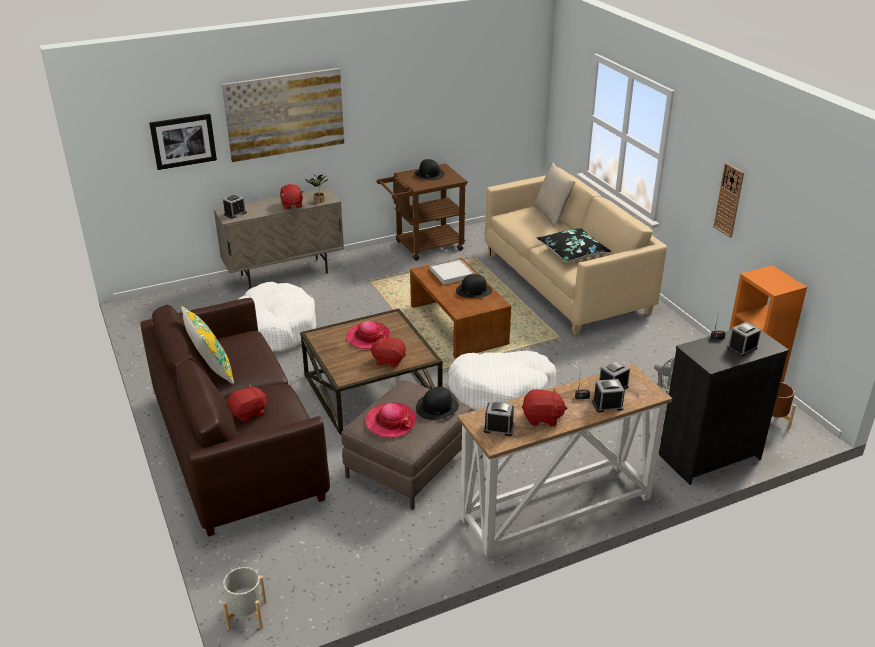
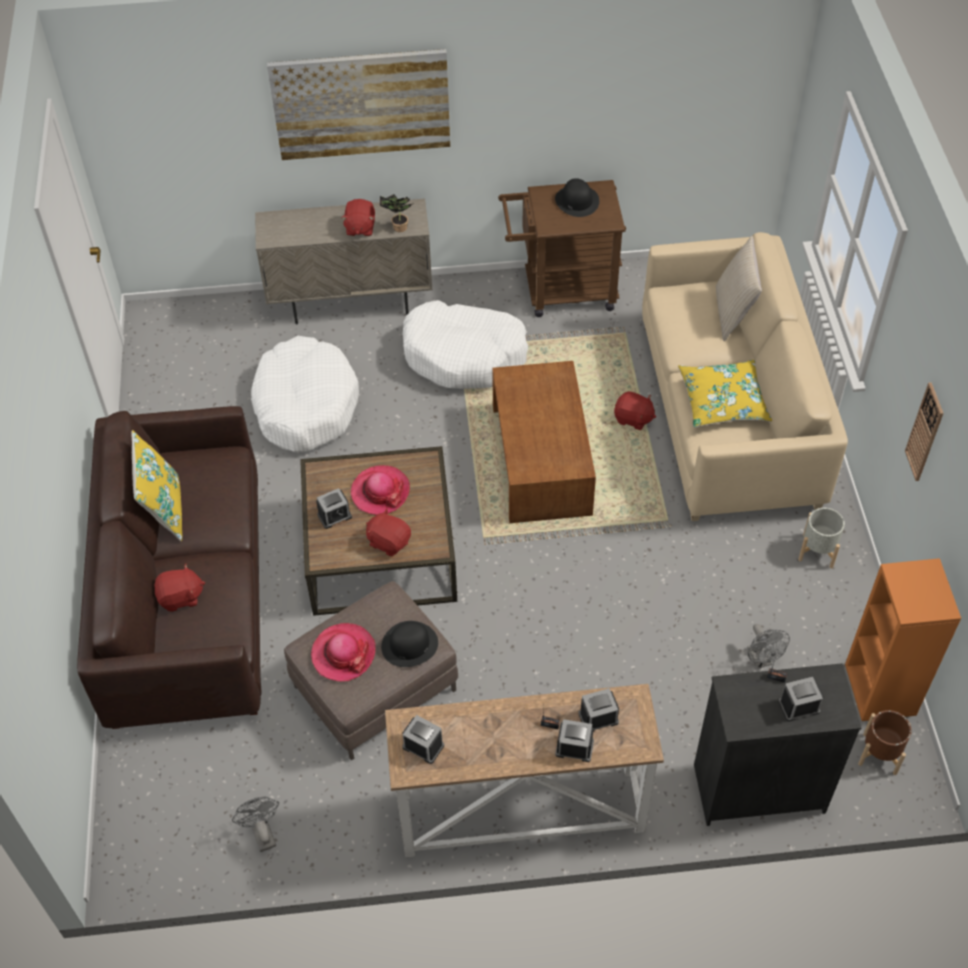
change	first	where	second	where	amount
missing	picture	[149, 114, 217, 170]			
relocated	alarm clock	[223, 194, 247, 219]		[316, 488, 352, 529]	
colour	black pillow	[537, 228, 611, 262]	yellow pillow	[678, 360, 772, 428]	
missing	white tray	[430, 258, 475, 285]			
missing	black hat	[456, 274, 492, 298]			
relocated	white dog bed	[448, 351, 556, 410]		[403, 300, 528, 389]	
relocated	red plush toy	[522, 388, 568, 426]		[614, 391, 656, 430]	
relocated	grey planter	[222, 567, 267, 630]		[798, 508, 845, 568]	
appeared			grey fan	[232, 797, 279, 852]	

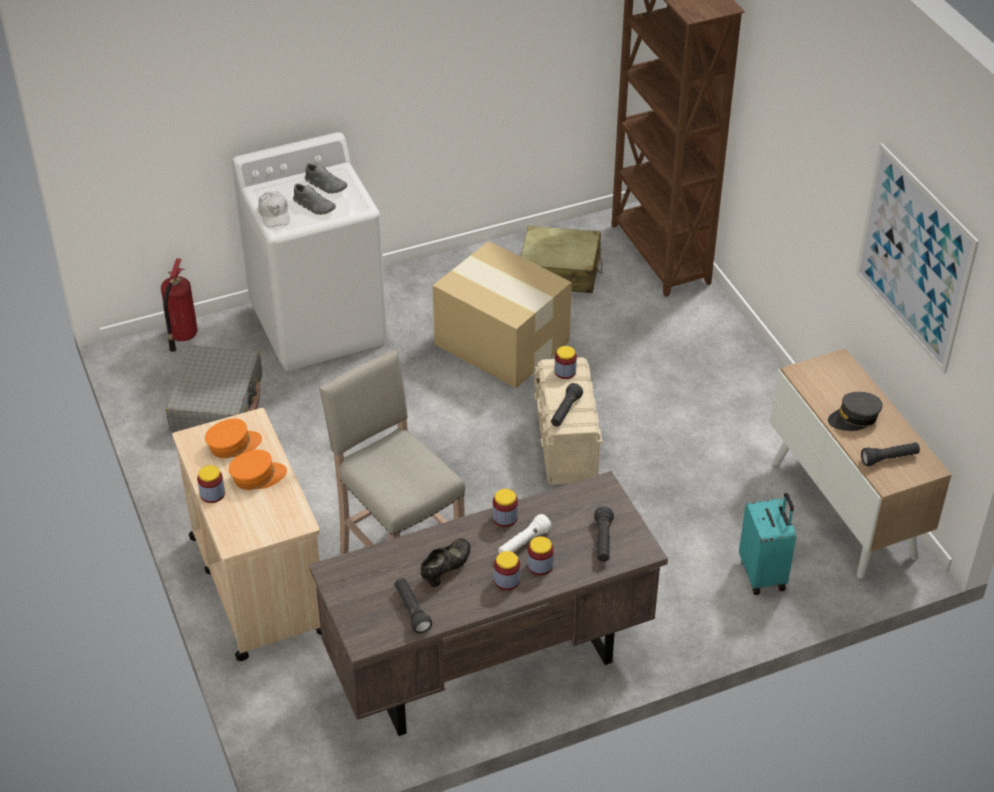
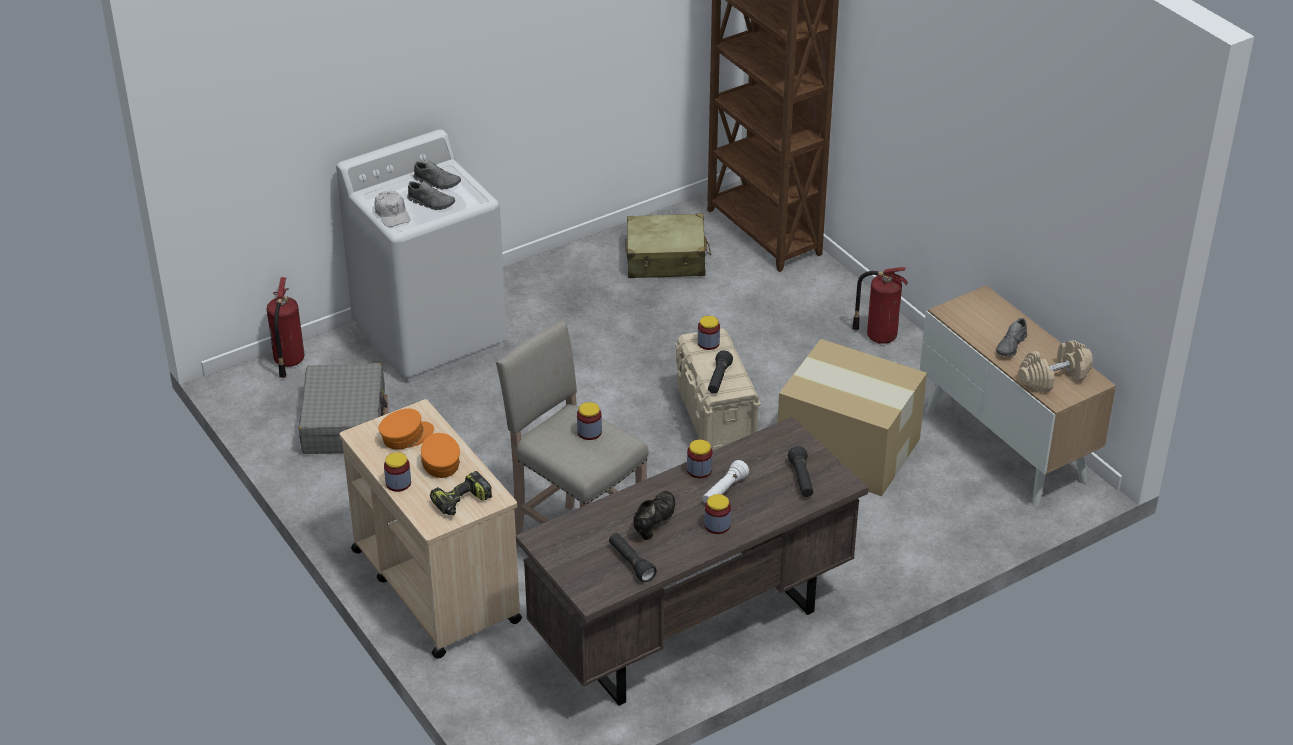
change	first	where	second	where	amount
missing	picture	[856, 143, 979, 374]			
relocated	cardboard box	[433, 241, 572, 388]		[777, 339, 927, 496]	
exchanged	grey cap	[828, 392, 882, 431]	grey shoe	[996, 318, 1027, 357]	
exchanged	black flashlight	[861, 442, 920, 466]	beige dumbbell	[1019, 340, 1093, 393]	
spun	orange cap	[229, 450, 287, 490]		[421, 433, 460, 478]	75 degrees counterclockwise
missing	turquoise suitcase	[739, 493, 796, 595]			
relocated	jar	[527, 536, 554, 575]		[577, 402, 602, 440]	
appeared			fire extinguisher	[852, 267, 908, 344]	
appeared			power drill	[430, 471, 492, 515]	

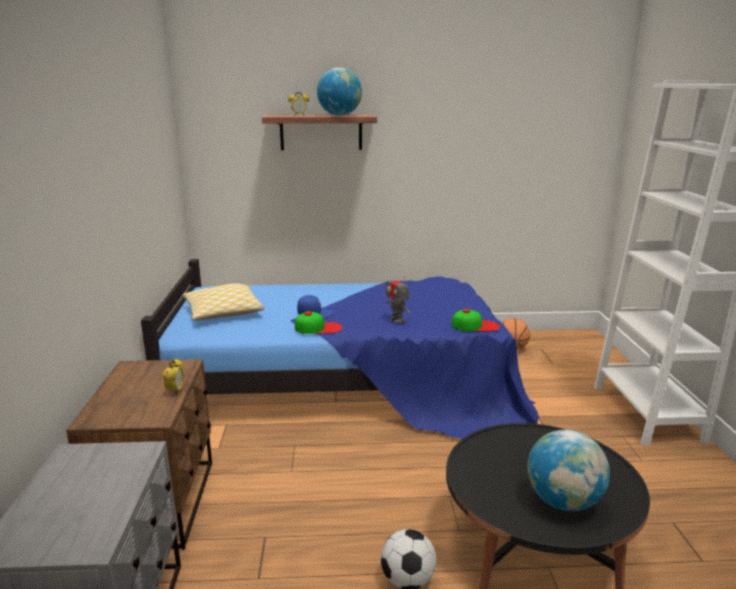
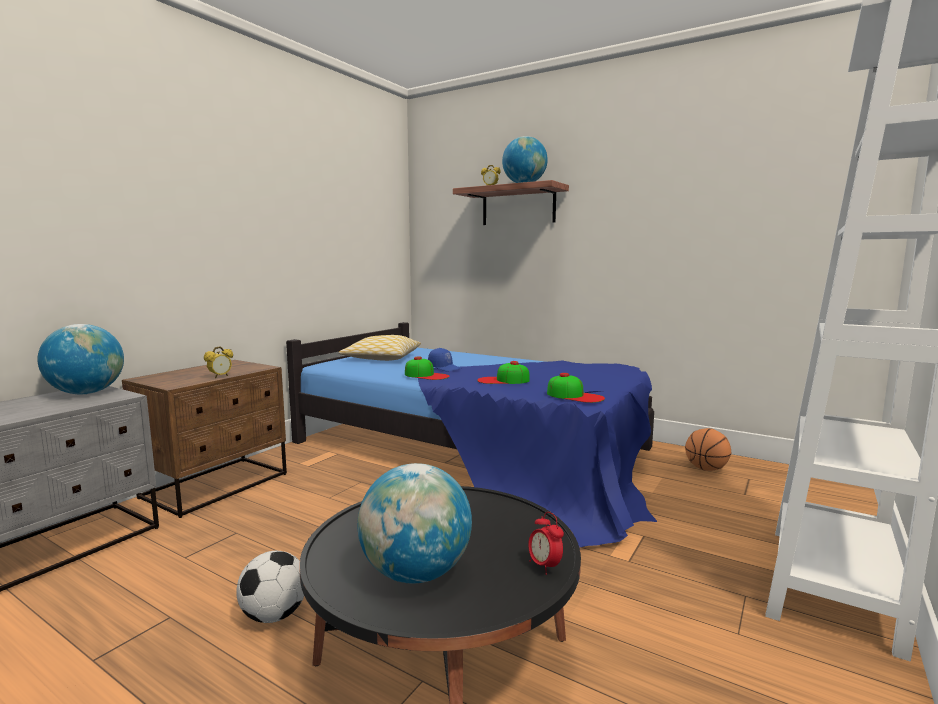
change	first	where	second	where	amount
exchanged	toy robot	[386, 270, 410, 323]	cap	[477, 361, 530, 384]	
appeared			globe	[38, 324, 124, 394]	
appeared			alarm clock	[528, 512, 564, 575]	

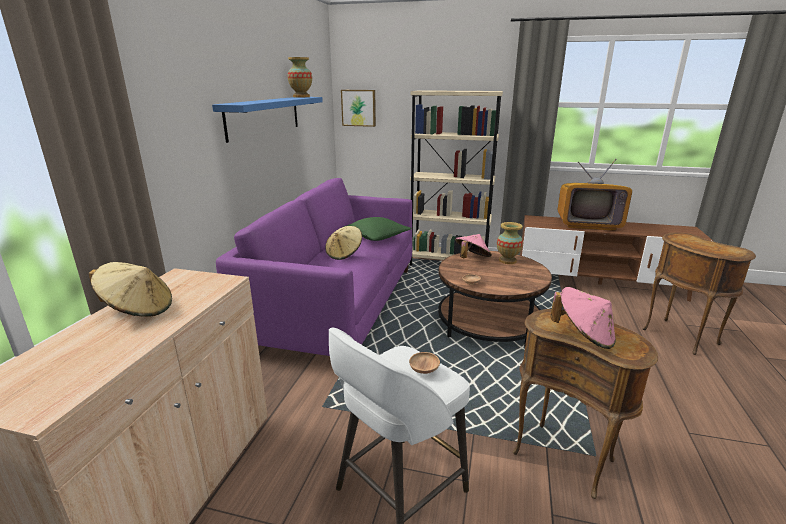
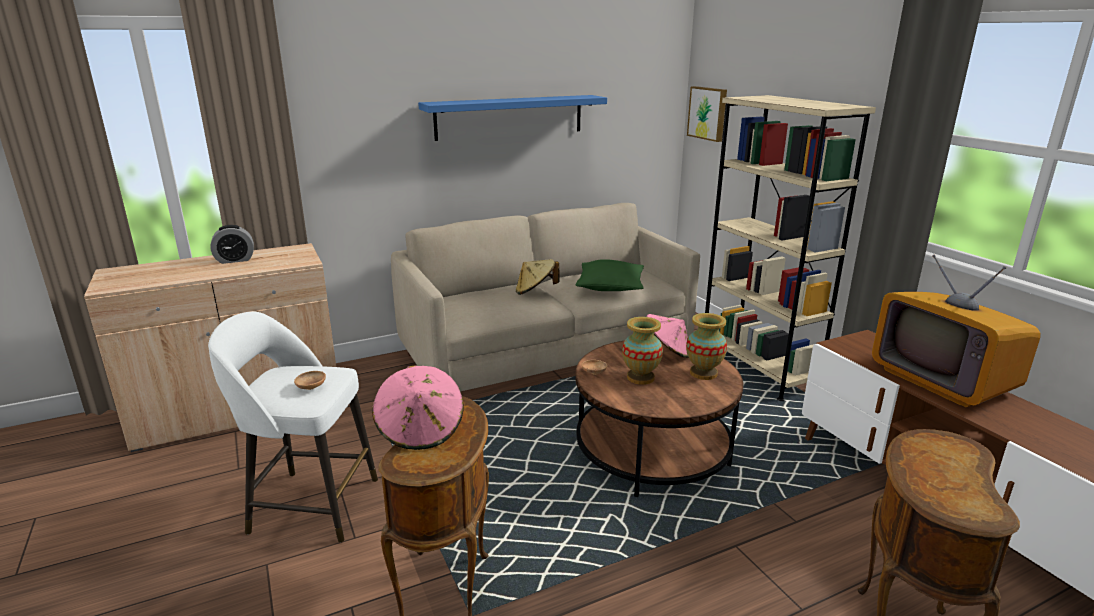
change	first	where	second	where	amount
relocated	vase	[288, 57, 312, 97]		[622, 317, 663, 385]	
colour	purple sofa	[216, 178, 412, 356]	beige sofa	[391, 203, 700, 392]	
exchanged	beige hat	[89, 262, 172, 317]	alarm clock	[210, 225, 254, 264]	

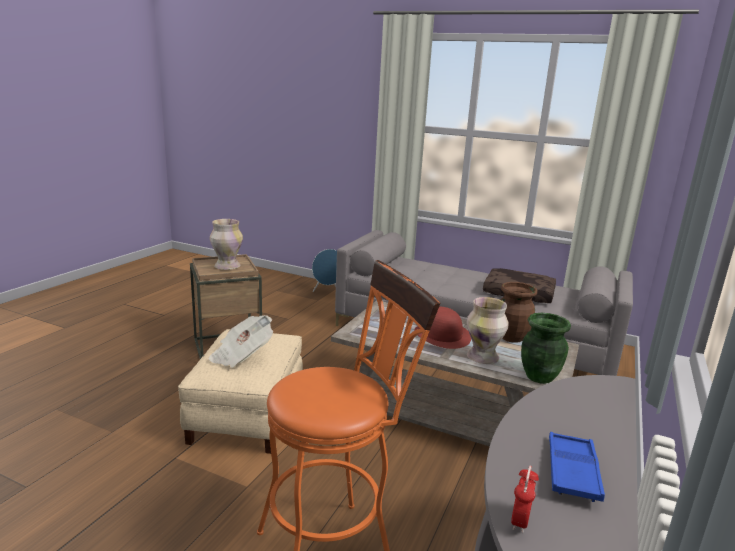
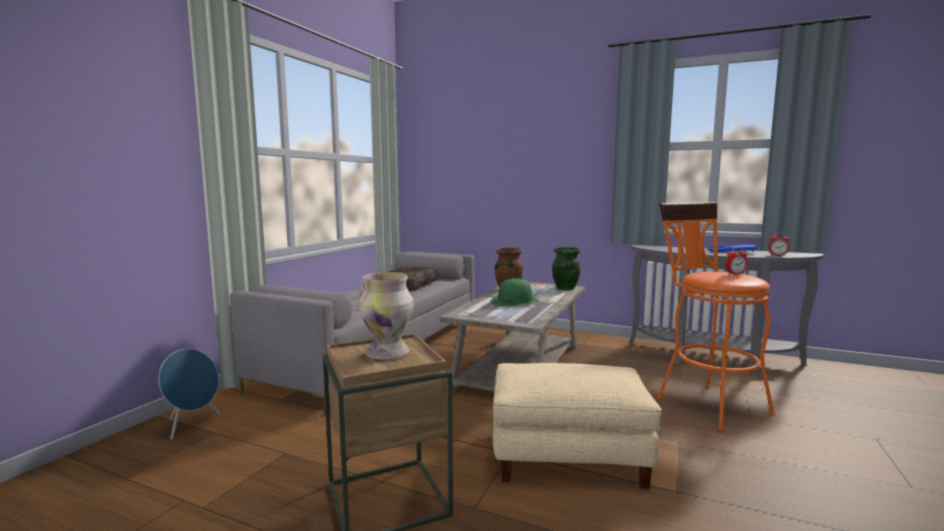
change	first	where	second	where	amount
missing	vase	[467, 297, 509, 364]			
colour	red hat	[414, 307, 471, 349]	green hat	[490, 279, 540, 306]	
missing	newspaper	[209, 315, 273, 367]			
appeared			alarm clock	[726, 247, 748, 275]	

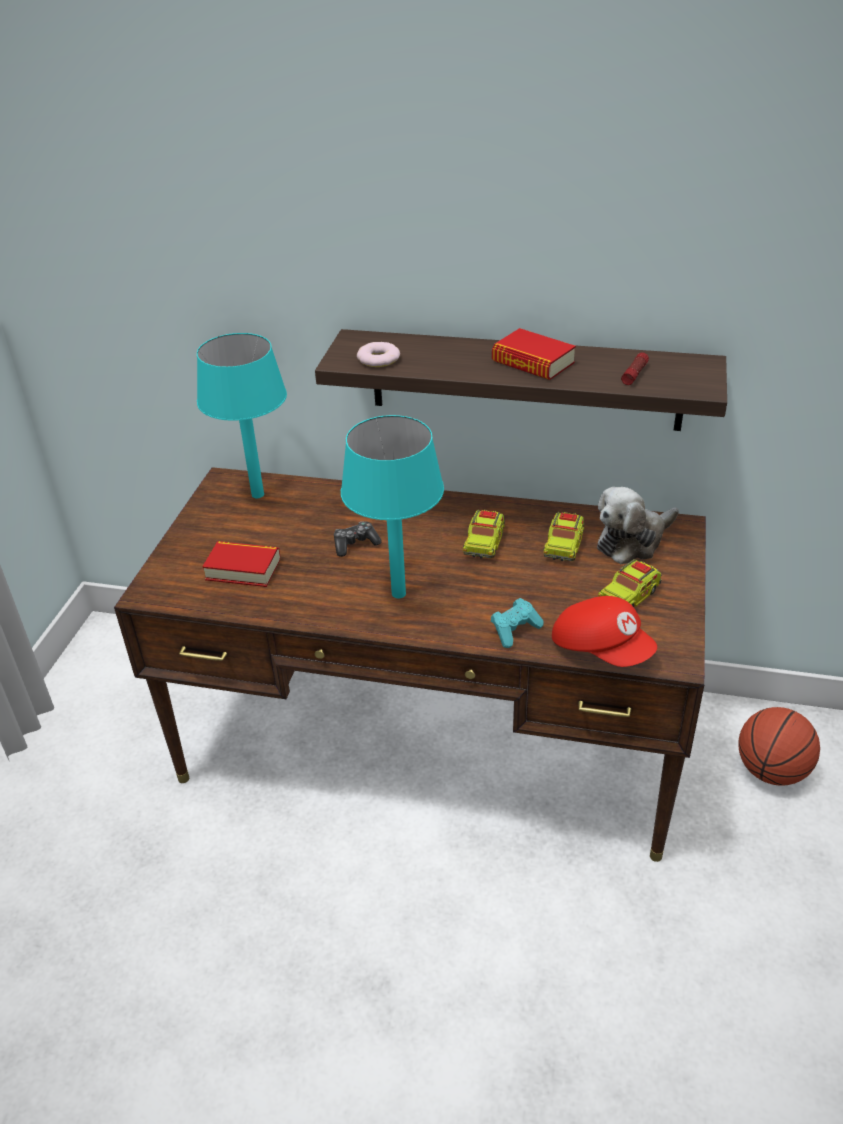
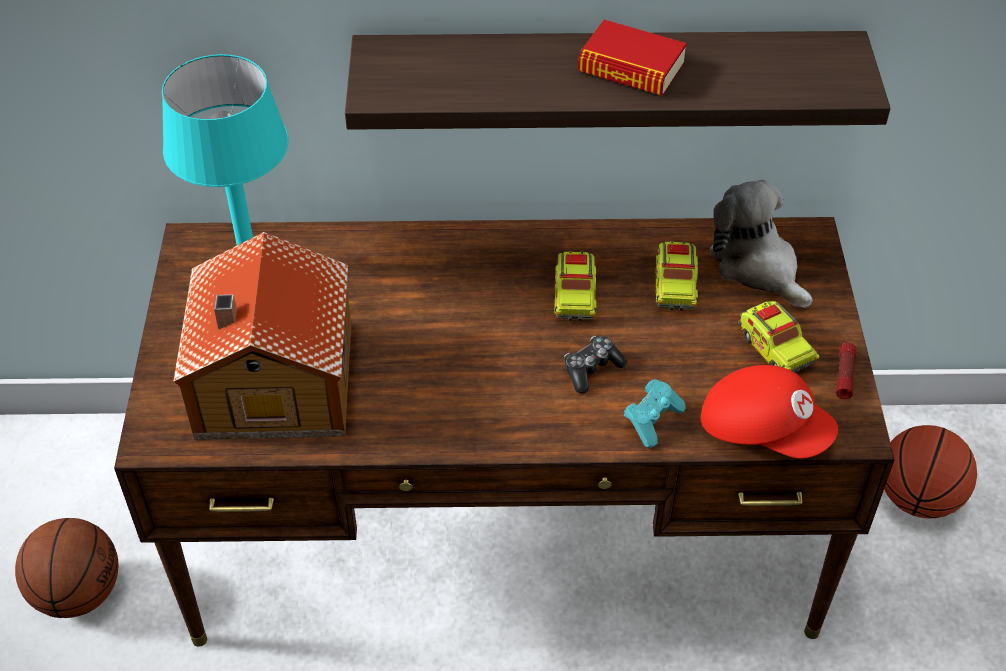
change	first	where	second	where	amount
missing	donut	[357, 342, 400, 367]			
relocated	flashlight	[621, 352, 649, 385]		[836, 343, 856, 399]	
missing	turquoise table lamp	[341, 415, 444, 598]			
spun	plush toy	[597, 487, 679, 564]		[709, 180, 812, 308]	105 degrees clockwise
relocated	game controller	[334, 521, 382, 557]		[564, 336, 627, 394]	
exchanged	book	[202, 541, 280, 587]	toy house	[173, 232, 351, 440]	
spun	toy truck	[598, 559, 662, 607]		[738, 301, 819, 373]	60 degrees counterclockwise
appeared			basketball	[15, 518, 119, 618]	

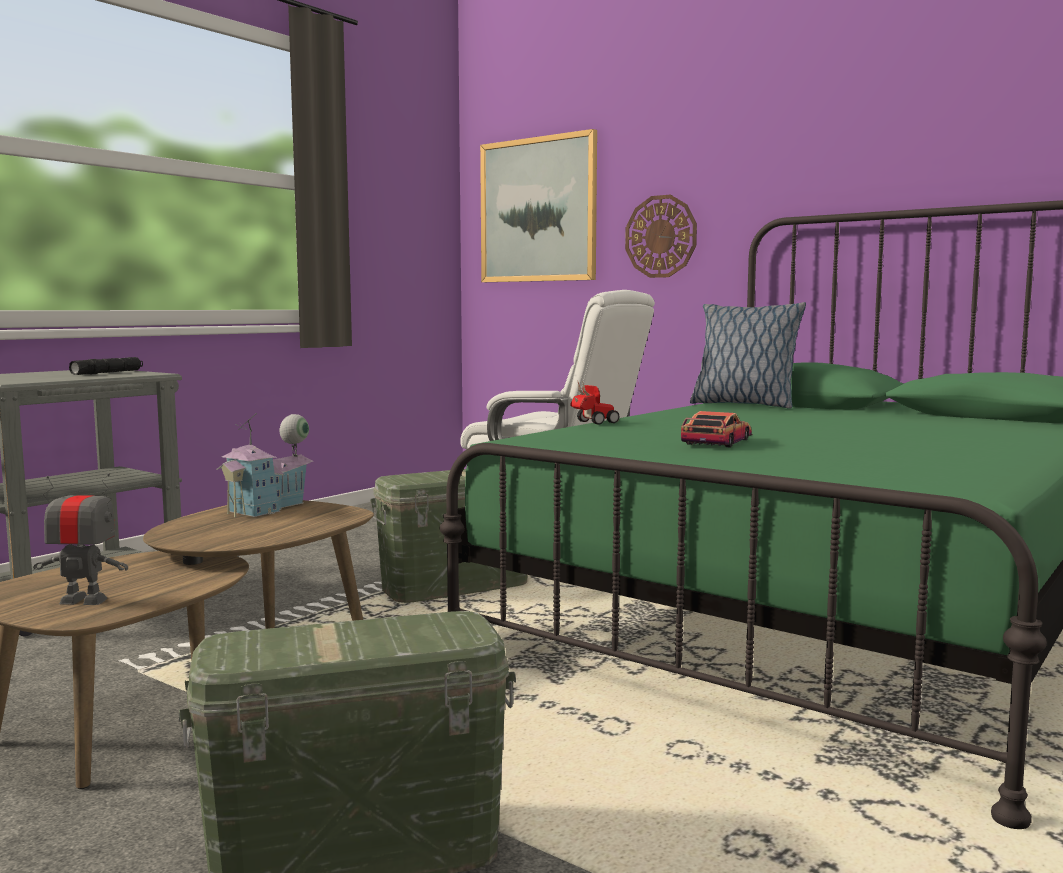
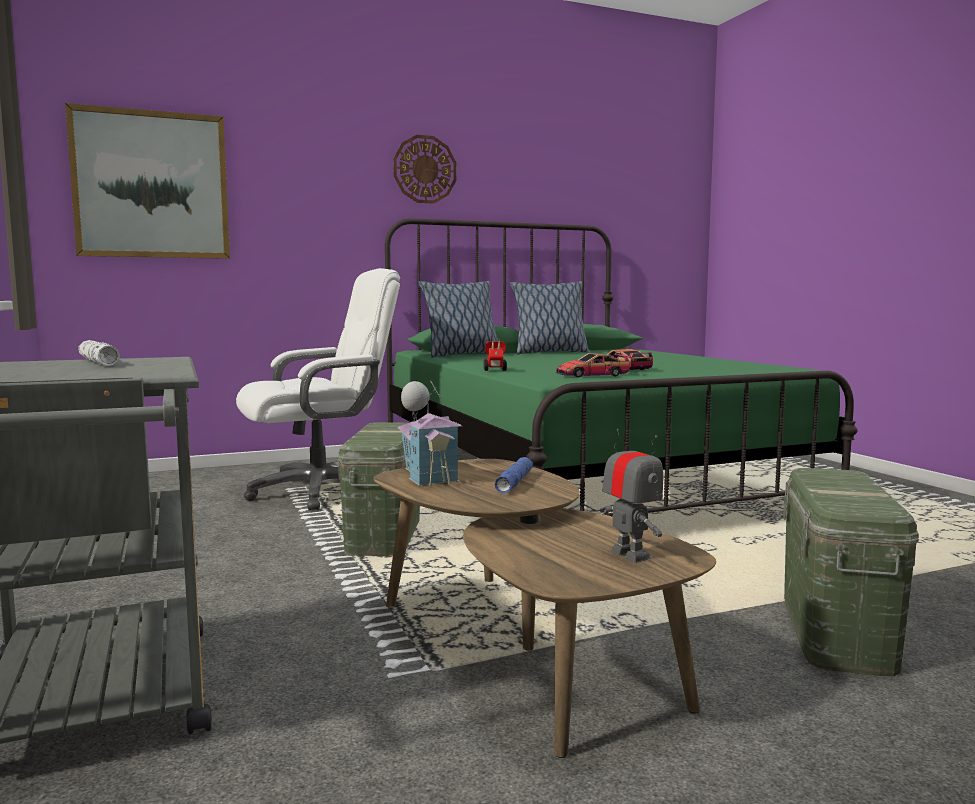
change	first	where	second	where	amount
relocated	wall clock	[625, 195, 697, 278]		[393, 135, 457, 204]	
colour	black flashlight	[69, 357, 143, 375]	white flashlight	[78, 340, 120, 366]	
spun	toy robot	[33, 473, 128, 605]		[600, 429, 663, 563]	120 degrees clockwise
appeared			pillow	[510, 281, 589, 354]	
appeared			toy car	[555, 353, 630, 378]	
appeared			blue flashlight	[495, 457, 533, 494]	

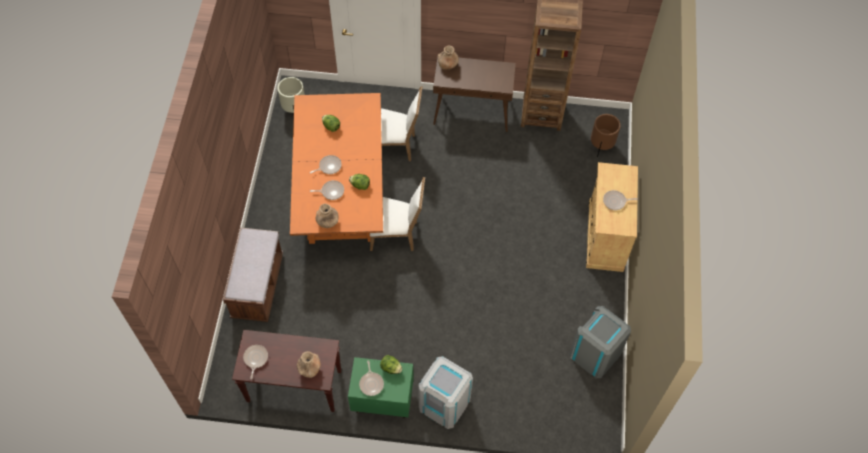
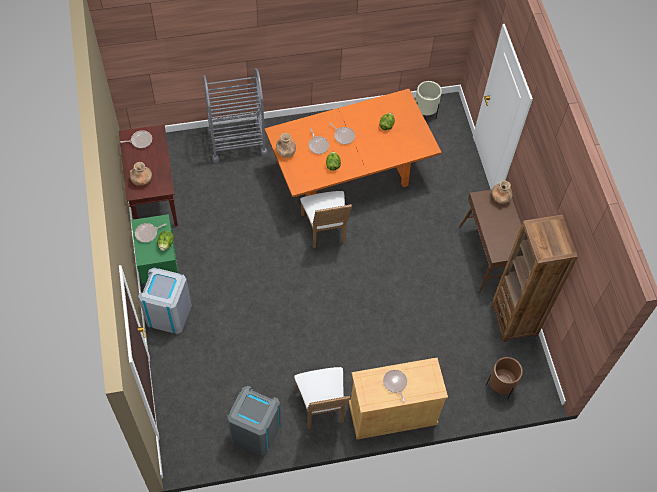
change	first	where	second	where	amount
relocated	white chair	[381, 86, 423, 161]		[294, 367, 350, 429]	
exchanged	brown bench	[223, 227, 283, 322]	grey cart	[203, 68, 267, 163]	

